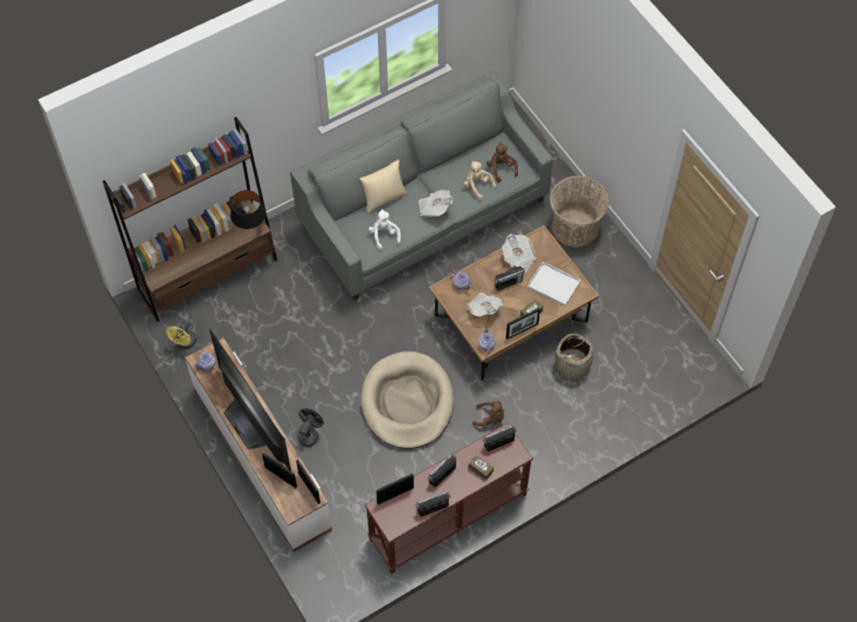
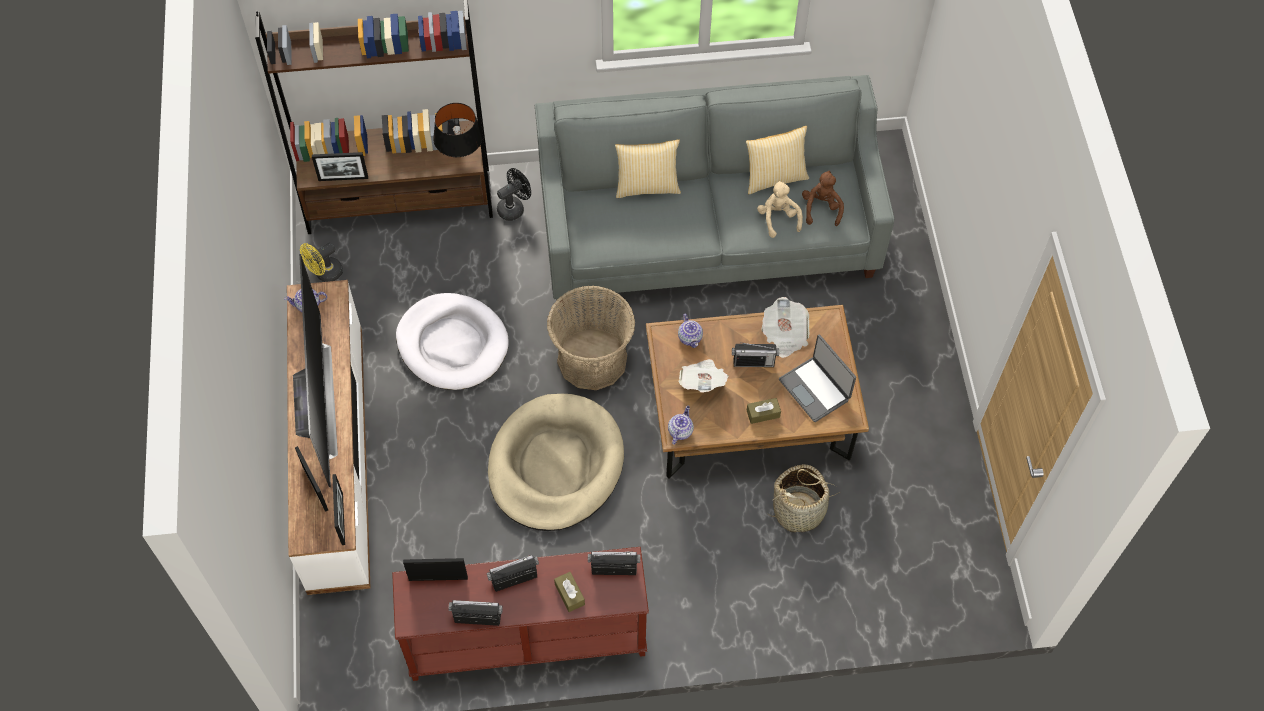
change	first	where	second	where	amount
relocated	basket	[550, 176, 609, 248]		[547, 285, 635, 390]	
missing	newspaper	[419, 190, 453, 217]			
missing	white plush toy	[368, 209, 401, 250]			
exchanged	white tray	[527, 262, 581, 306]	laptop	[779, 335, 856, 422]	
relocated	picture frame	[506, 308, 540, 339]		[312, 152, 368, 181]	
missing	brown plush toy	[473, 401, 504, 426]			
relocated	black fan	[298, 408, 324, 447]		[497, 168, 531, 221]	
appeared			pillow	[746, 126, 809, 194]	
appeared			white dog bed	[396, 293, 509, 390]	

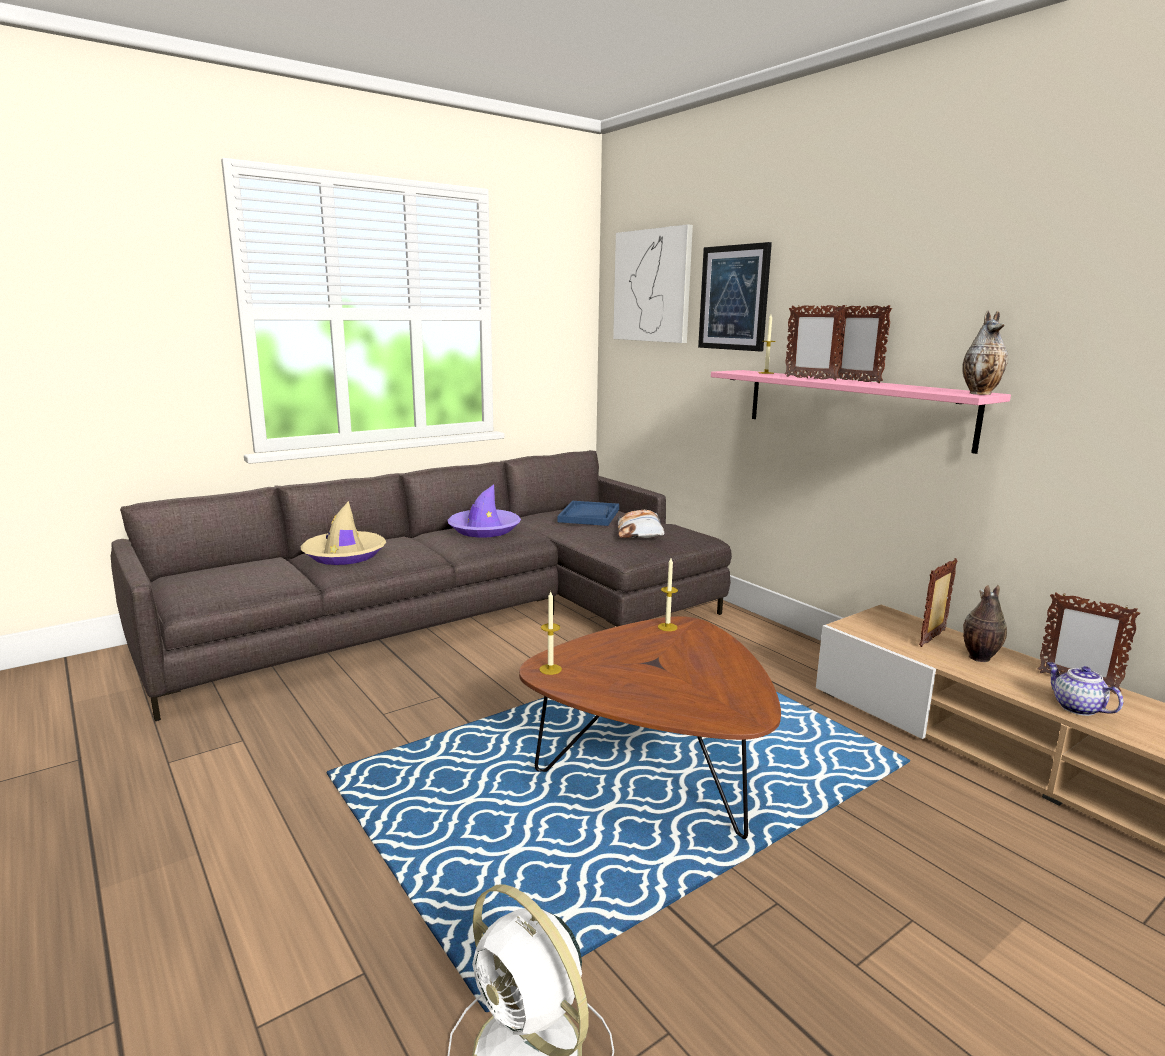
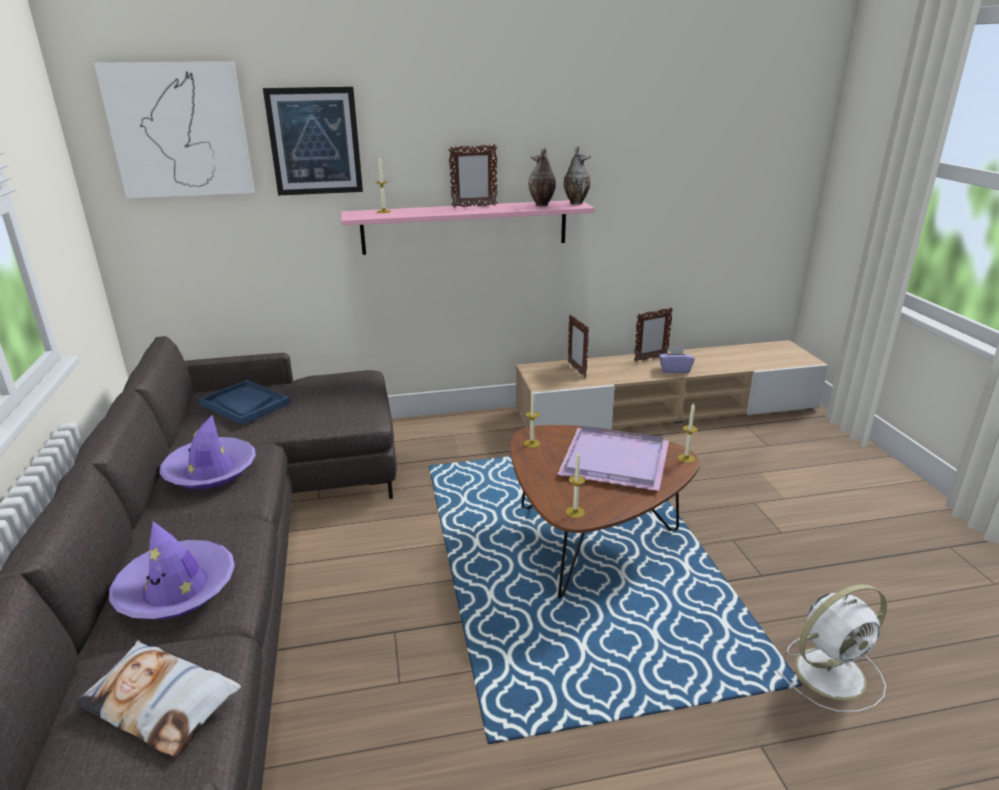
change	first	where	second	where	amount
missing	picture frame	[785, 304, 847, 381]			
colour	beige hat	[301, 501, 386, 565]	purple hat	[109, 521, 235, 620]	
relocated	pillow	[617, 510, 665, 538]		[74, 640, 241, 757]	
relocated	vase	[963, 585, 1007, 662]		[529, 148, 556, 206]	
exchanged	teapot	[1047, 662, 1123, 716]	purple tissue box	[659, 346, 695, 373]	
appeared			candle	[678, 402, 698, 463]	
appeared			purple tray	[557, 426, 669, 491]	

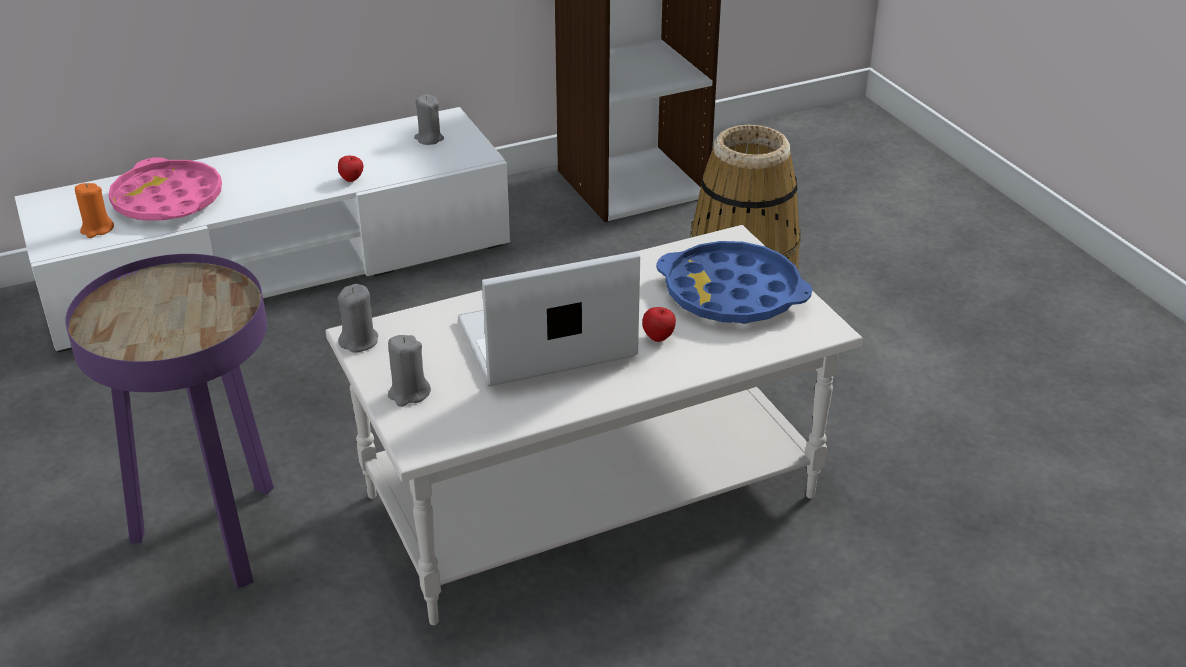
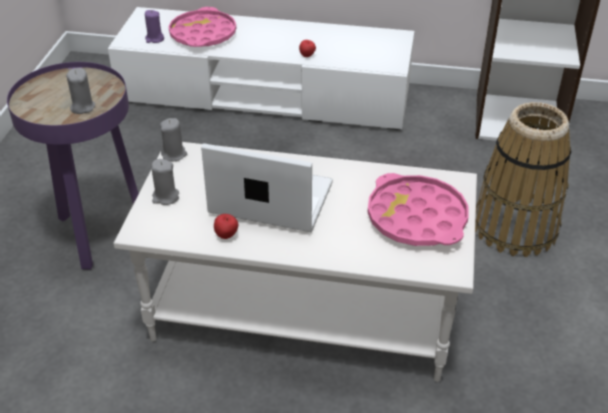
change	first	where	second	where	amount
relocated	grey candle	[414, 94, 444, 145]		[66, 68, 95, 114]	
colour	orange candle	[75, 183, 114, 238]	purple candle	[145, 10, 164, 43]	
colour	blue tray	[656, 241, 812, 324]	pink tray	[367, 173, 469, 246]	
relocated	apple	[642, 307, 676, 342]		[214, 214, 238, 239]	

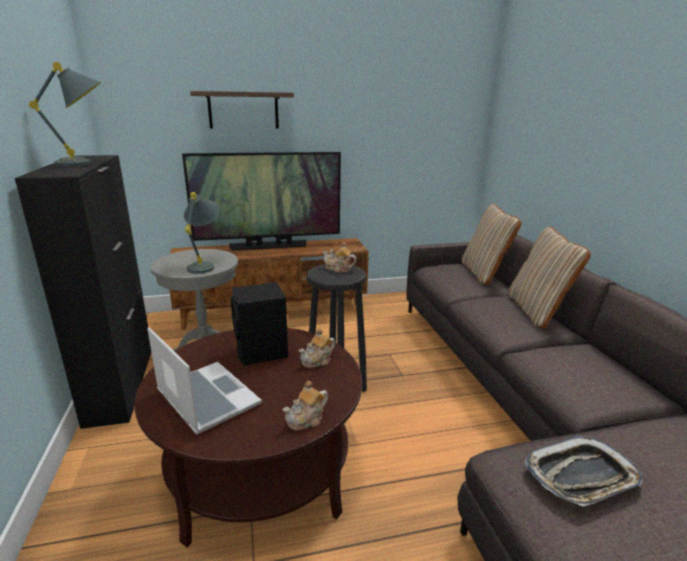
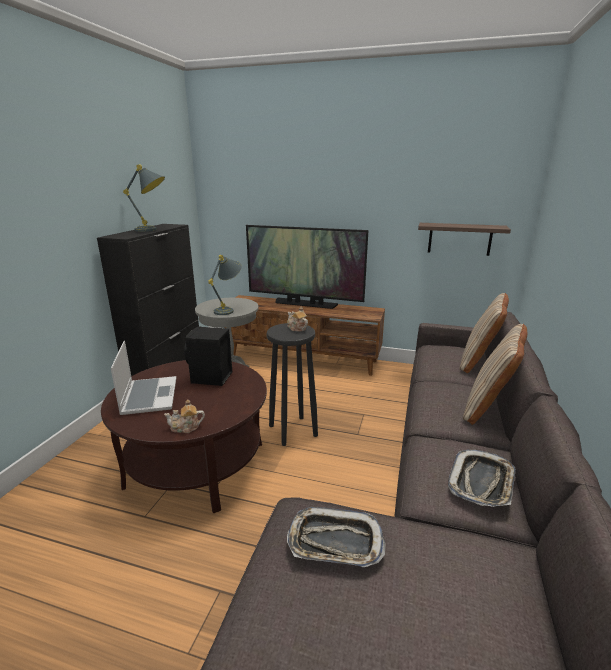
change	first	where	second	where	amount
relocated	shelf	[190, 91, 294, 129]		[418, 223, 511, 256]	
missing	teapot	[299, 329, 335, 368]			
appeared			tray	[448, 449, 516, 507]	

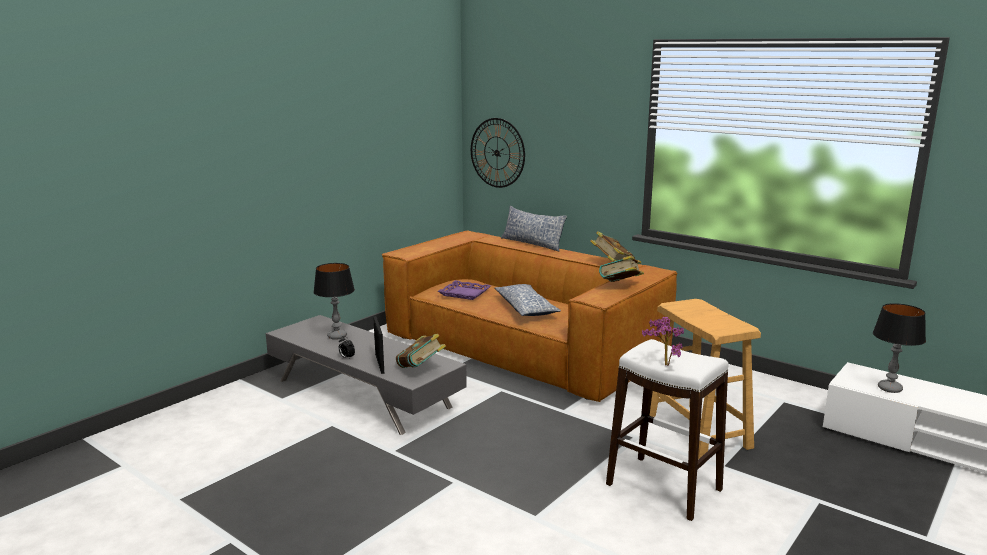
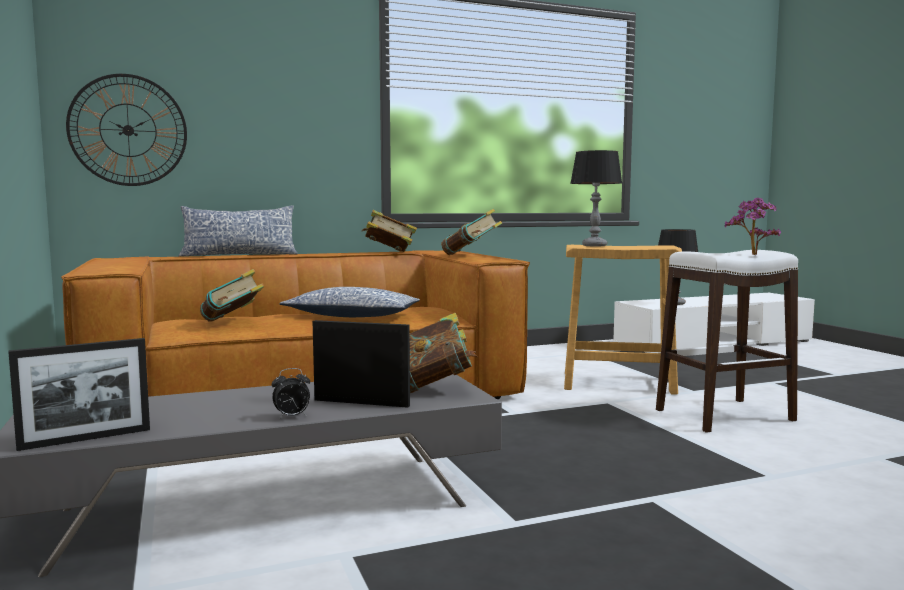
change	first	where	second	where	amount
relocated	table lamp	[313, 263, 355, 340]		[570, 150, 622, 246]	
exchanged	purple tray	[438, 280, 491, 300]	book	[200, 269, 264, 322]	
appeared			picture frame	[8, 338, 150, 451]	

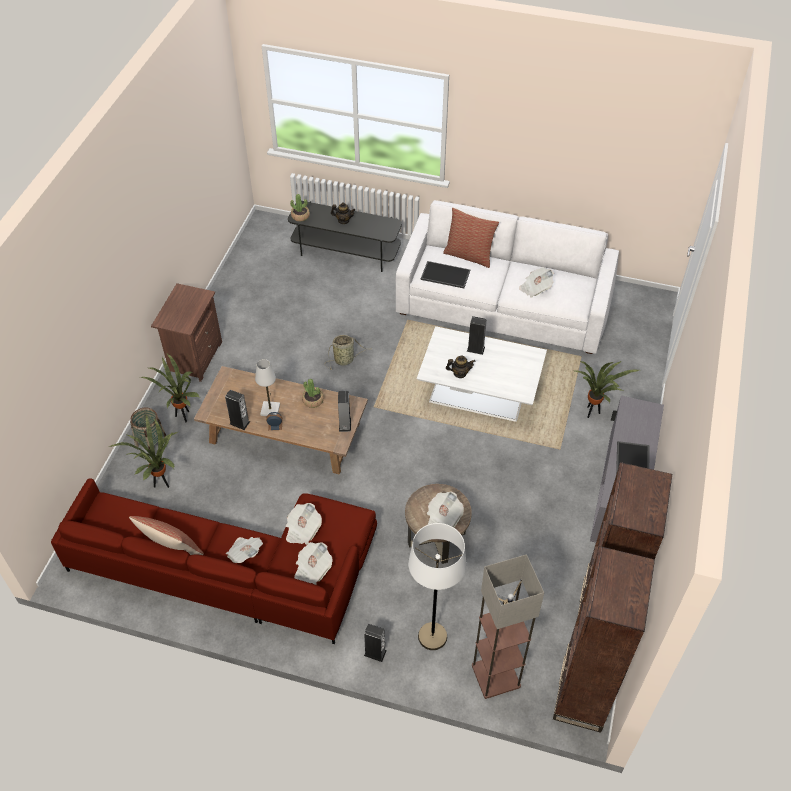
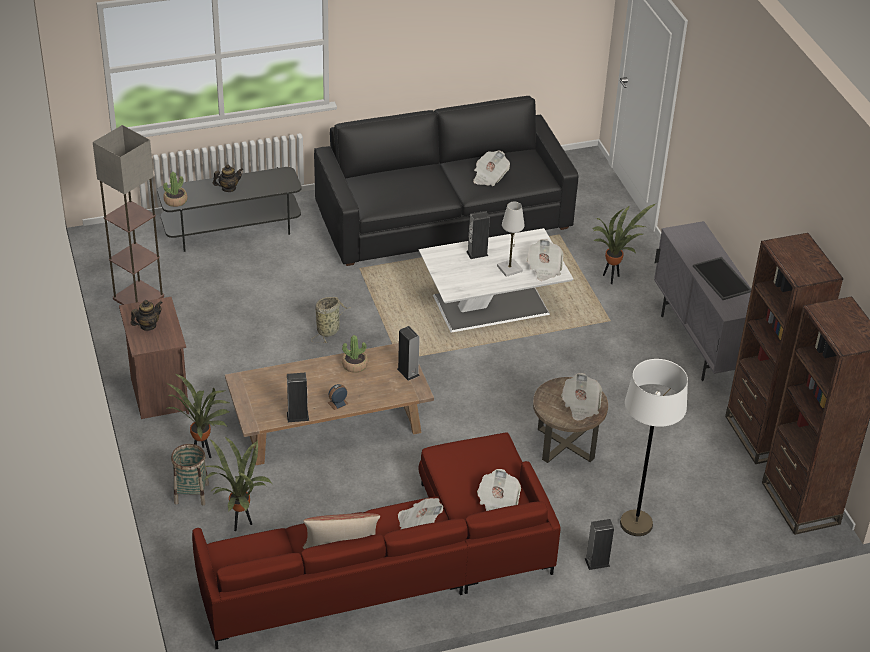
change	first	where	second	where	amount
colour	white sofa	[396, 200, 619, 354]	black sofa	[314, 96, 578, 266]	
missing	pillow	[443, 208, 499, 268]			
missing	tray	[421, 261, 470, 288]			
relocated	teapot	[446, 355, 476, 378]		[131, 300, 163, 331]	
relocated	white table lamp	[255, 359, 280, 416]		[497, 202, 525, 277]	
relocated	newspaper	[286, 503, 322, 545]		[527, 239, 564, 281]	
relocated	floor lamp	[472, 554, 544, 699]		[93, 125, 164, 305]	

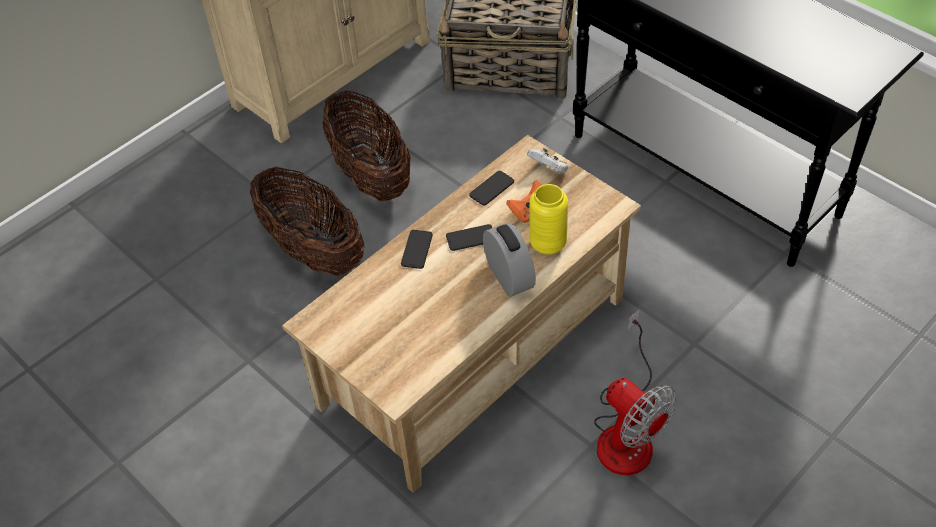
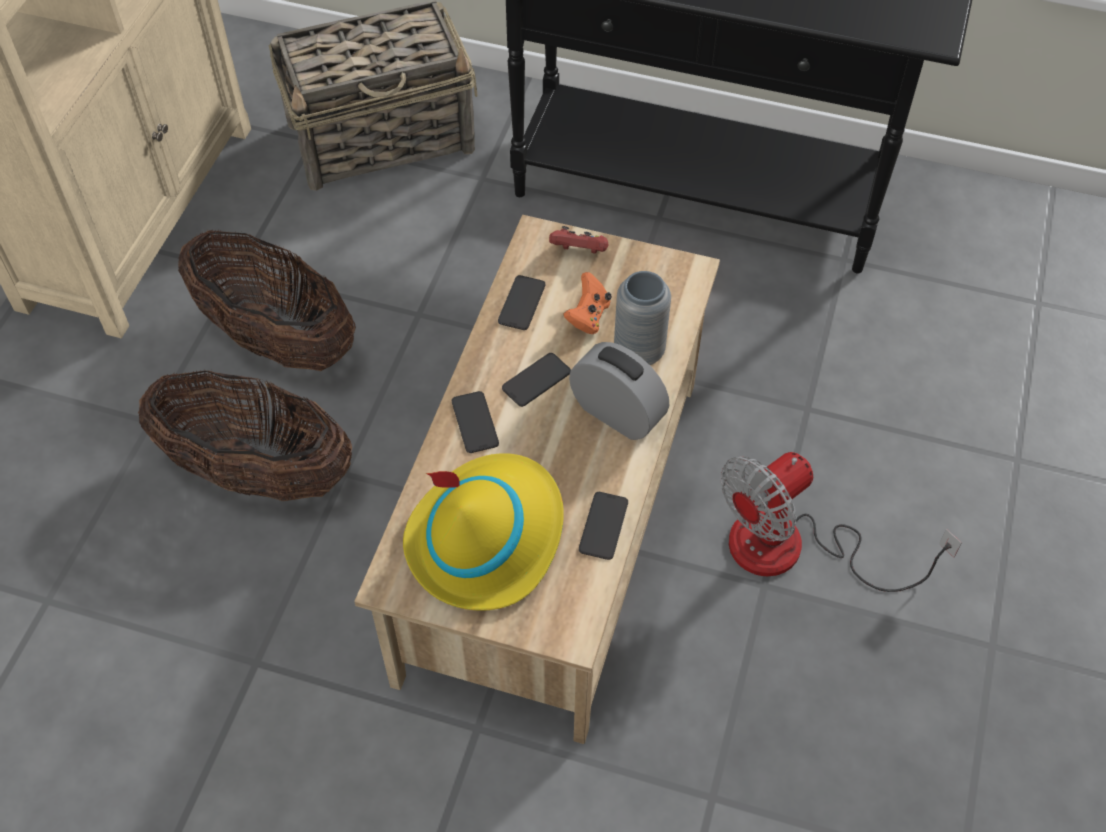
change	first	where	second	where	amount
colour	white game controller	[527, 148, 569, 174]	red game controller	[549, 226, 608, 254]	
colour	yellow vase	[529, 184, 568, 255]	grey vase	[614, 271, 671, 365]	
spun	fan	[594, 309, 677, 475]		[720, 452, 962, 592]	120 degrees clockwise
appeared			yellow hat	[403, 453, 564, 611]	
appeared			phone	[579, 492, 628, 560]	

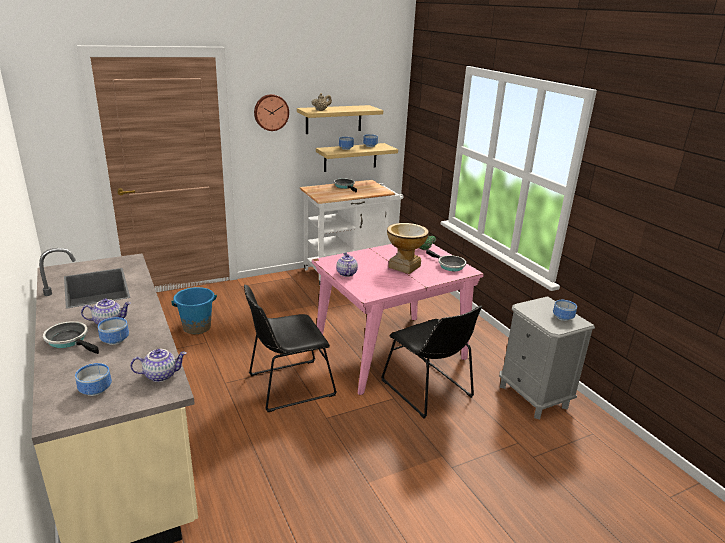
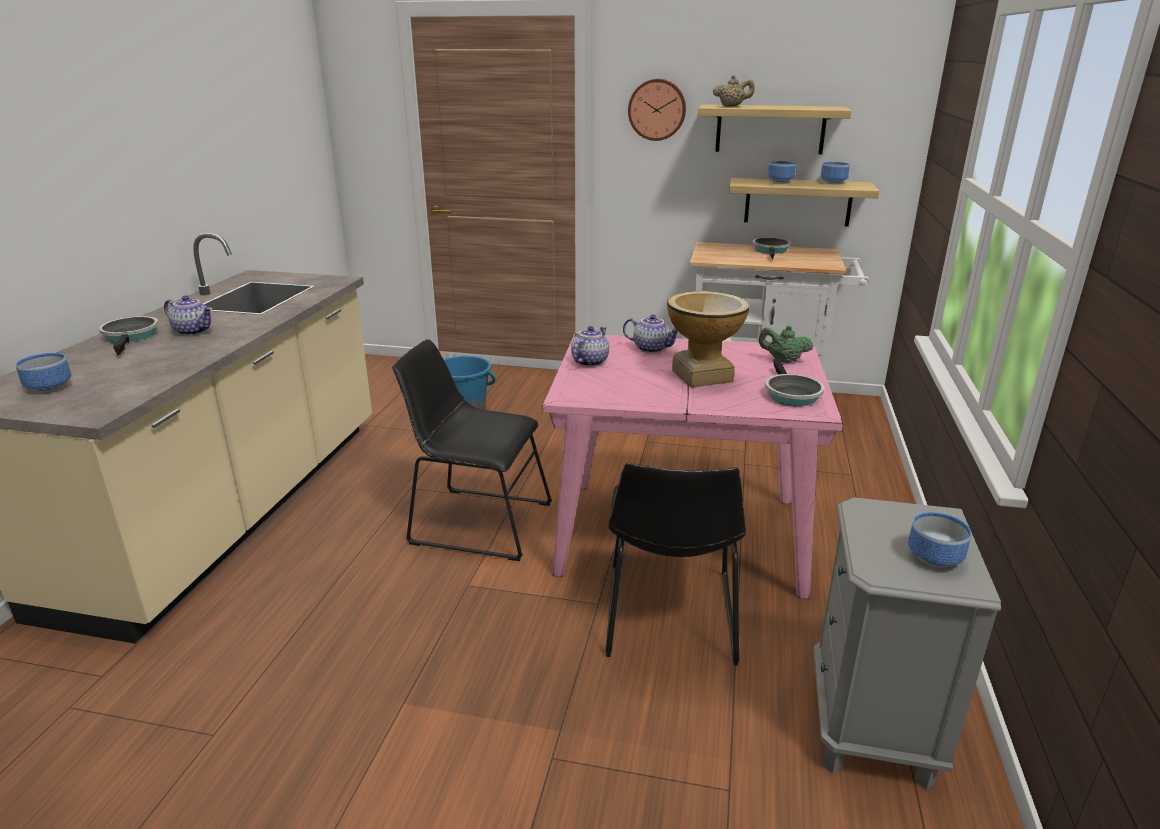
change	first	where	second	where	amount
missing	bowl	[98, 317, 129, 345]			
relocated	teapot	[130, 349, 187, 382]		[623, 314, 678, 353]	

